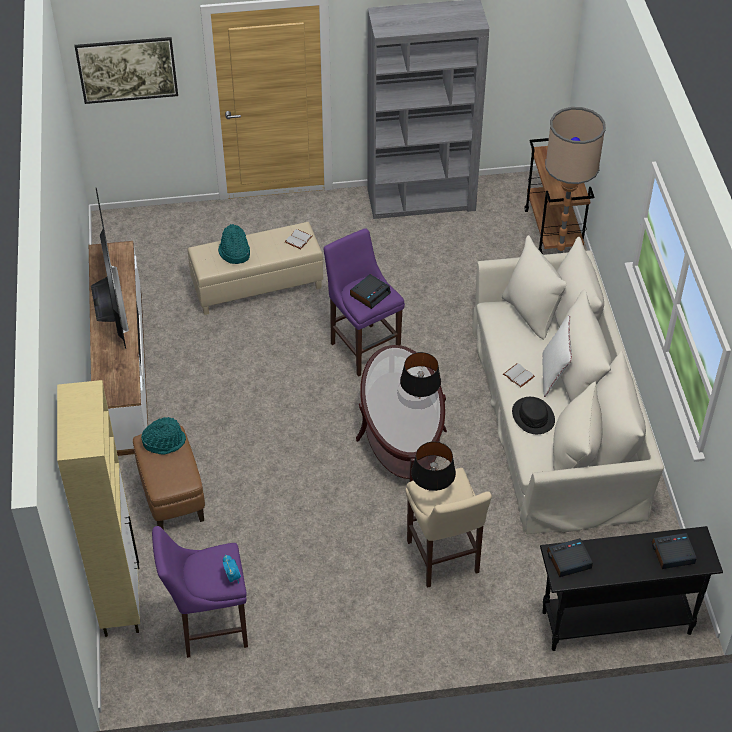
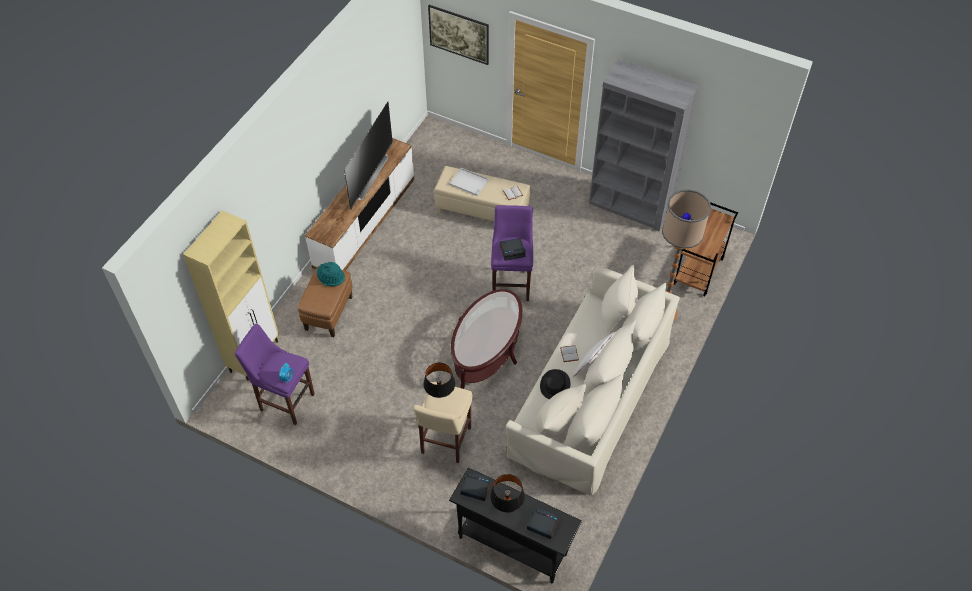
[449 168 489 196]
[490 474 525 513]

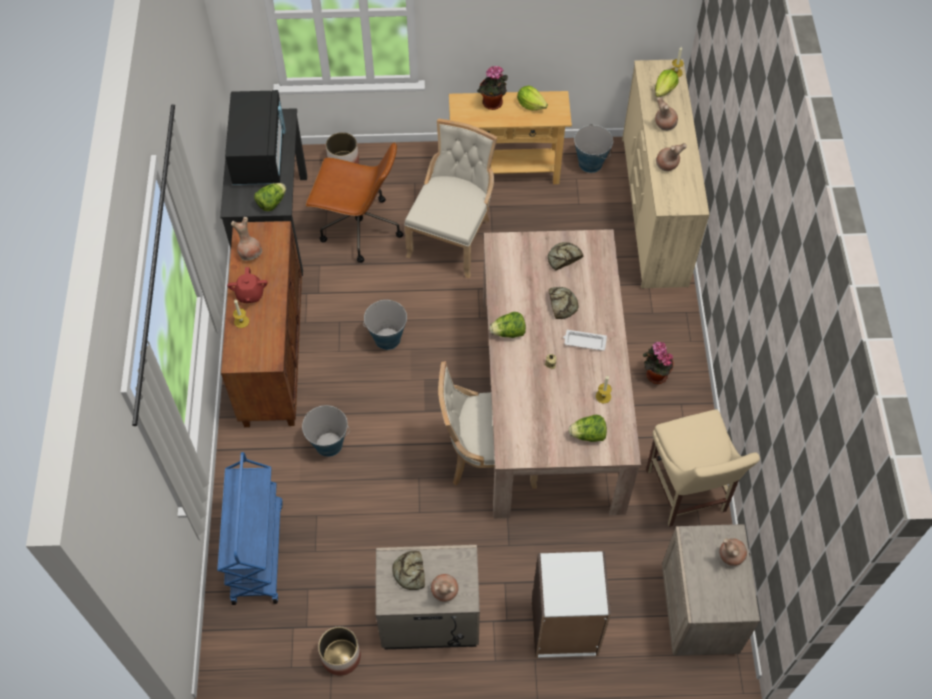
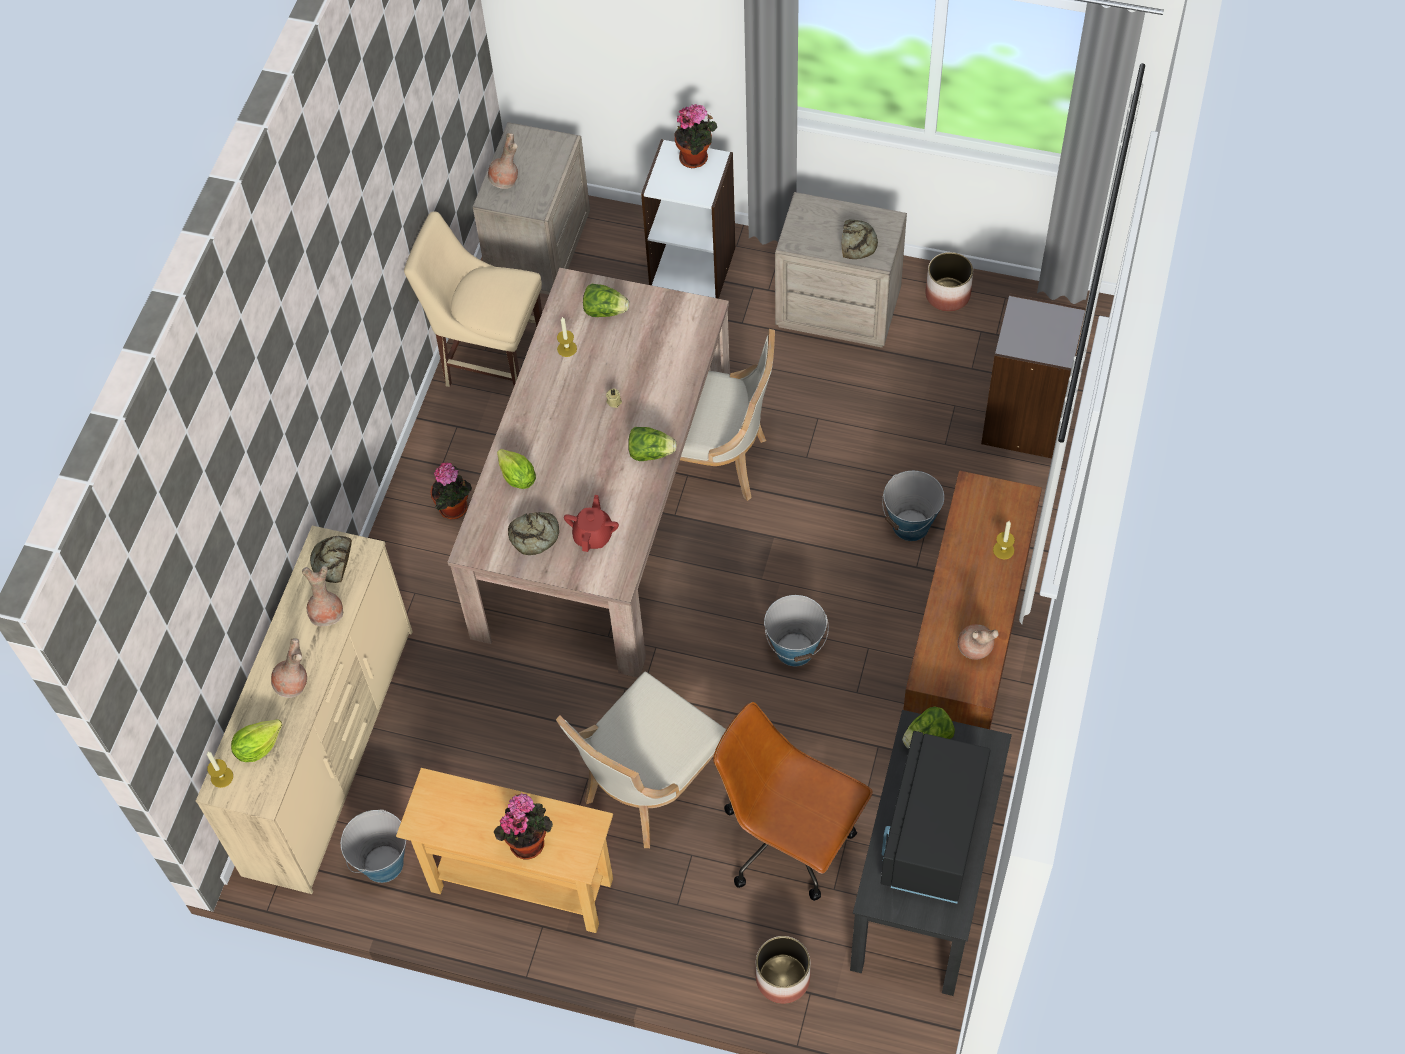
[981 294 1086 458]
[564 495 619 552]
[431 574 458 602] (first image)
[497 449 536 489]
[310 536 352 583]
[563 330 607 351] (first image)
[404 211 542 387]
[674 104 717 168]

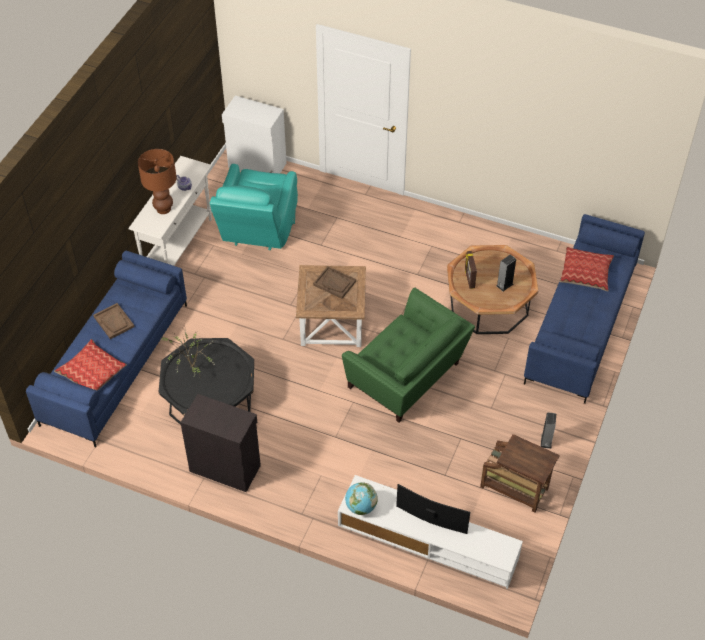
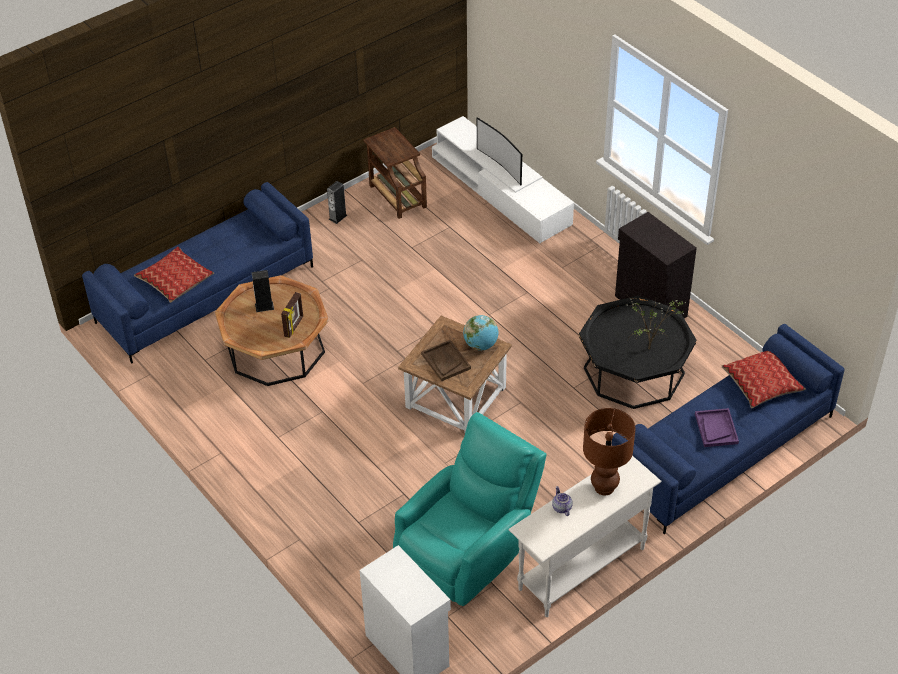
[695 408 739 447]
[342 288 475 422] (first image)
[463 315 498 350]

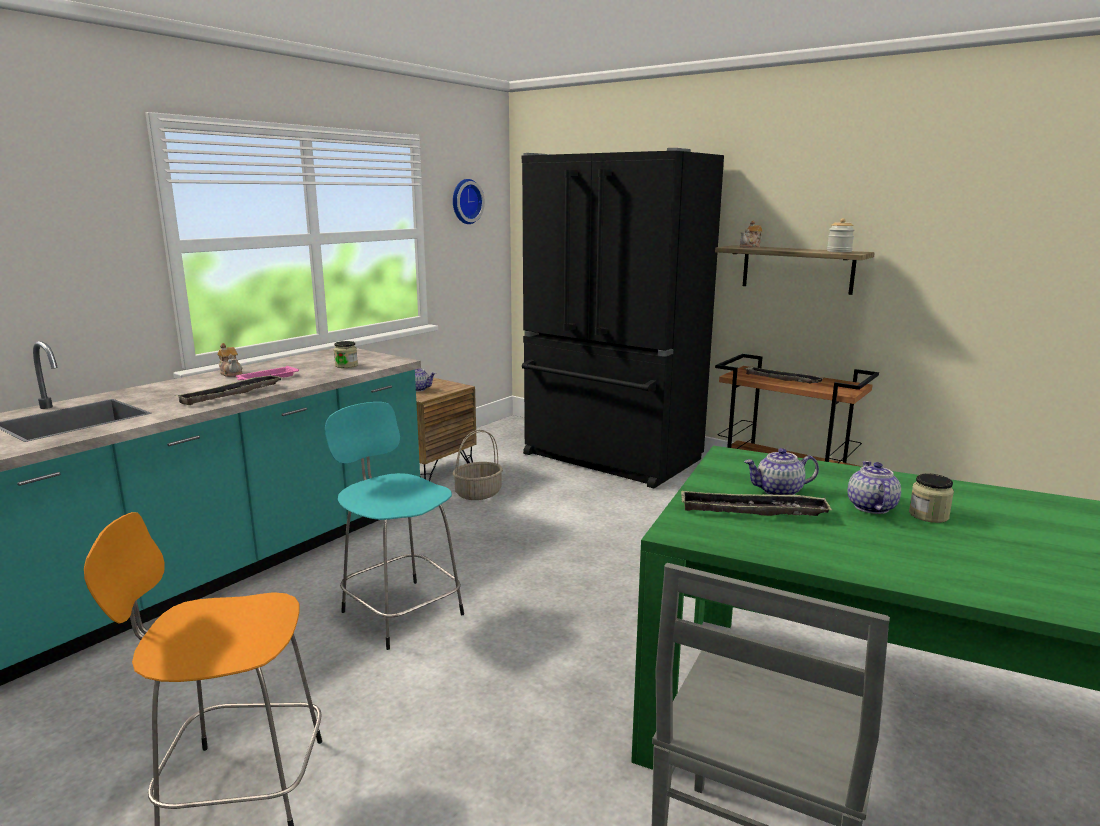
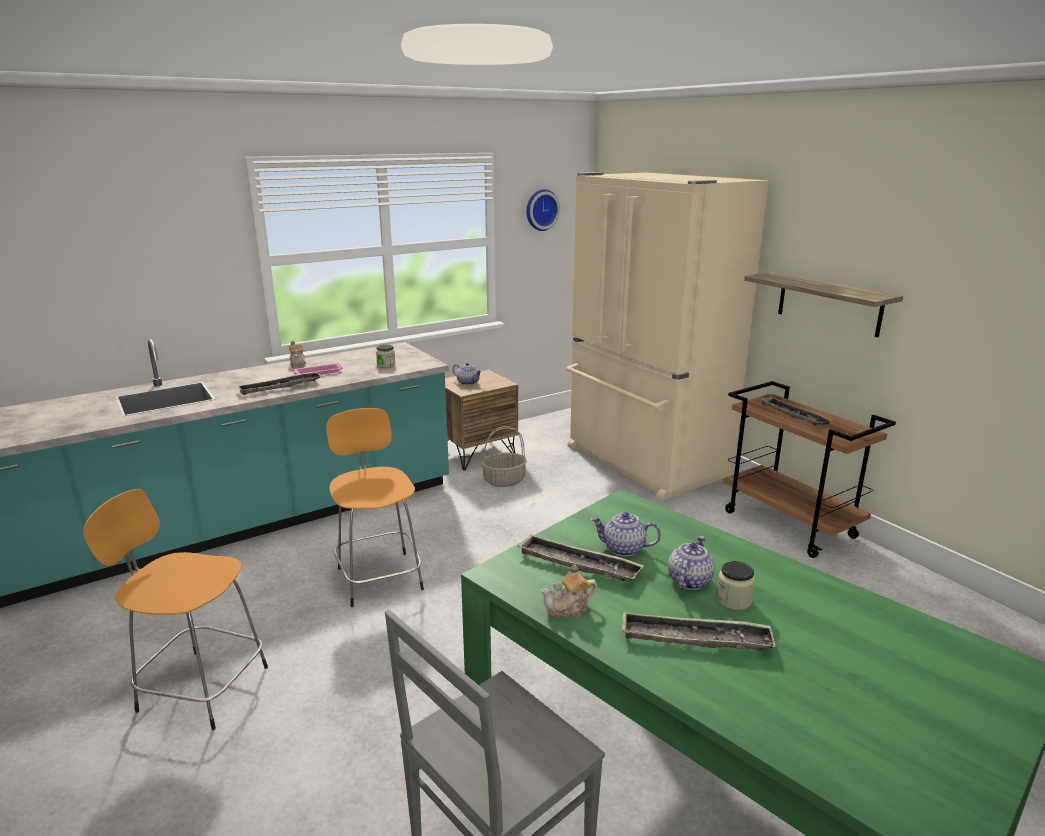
[326 408 424 607]
[566 172 769 500]
[541 564 597 618]
[827 218 855 252] (first image)
[622 611 776 650]

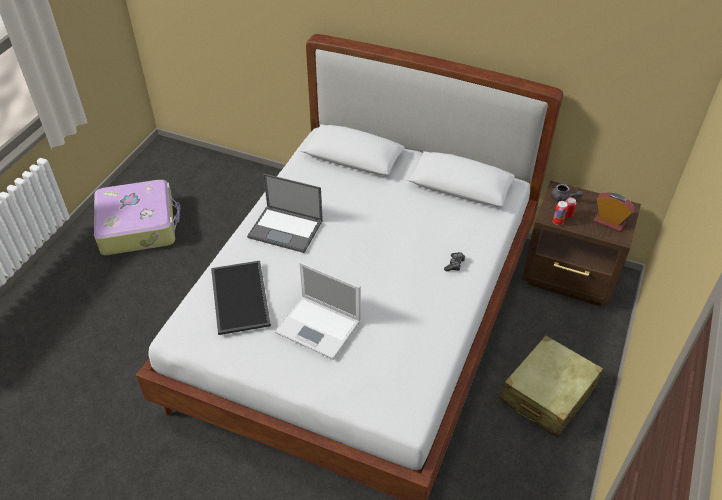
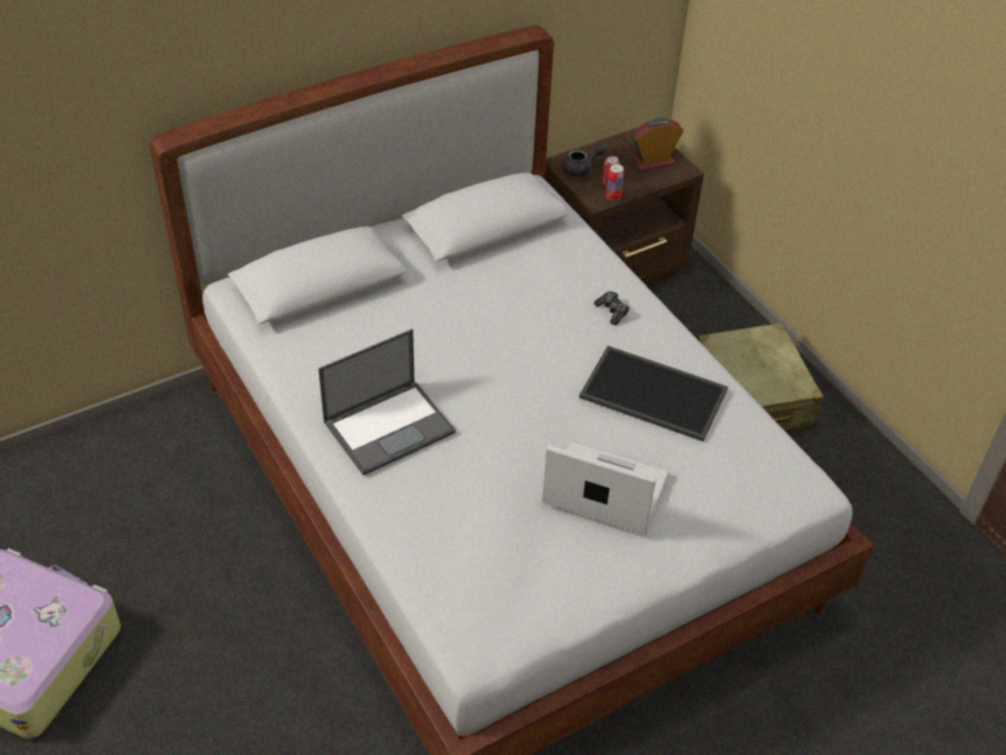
[579 346 728 441]
[542 441 669 535]

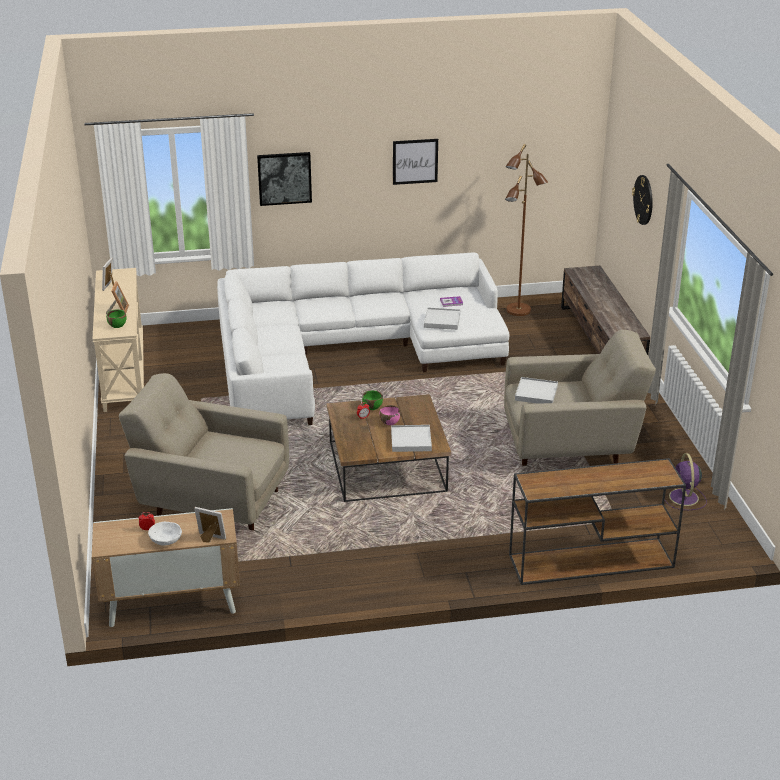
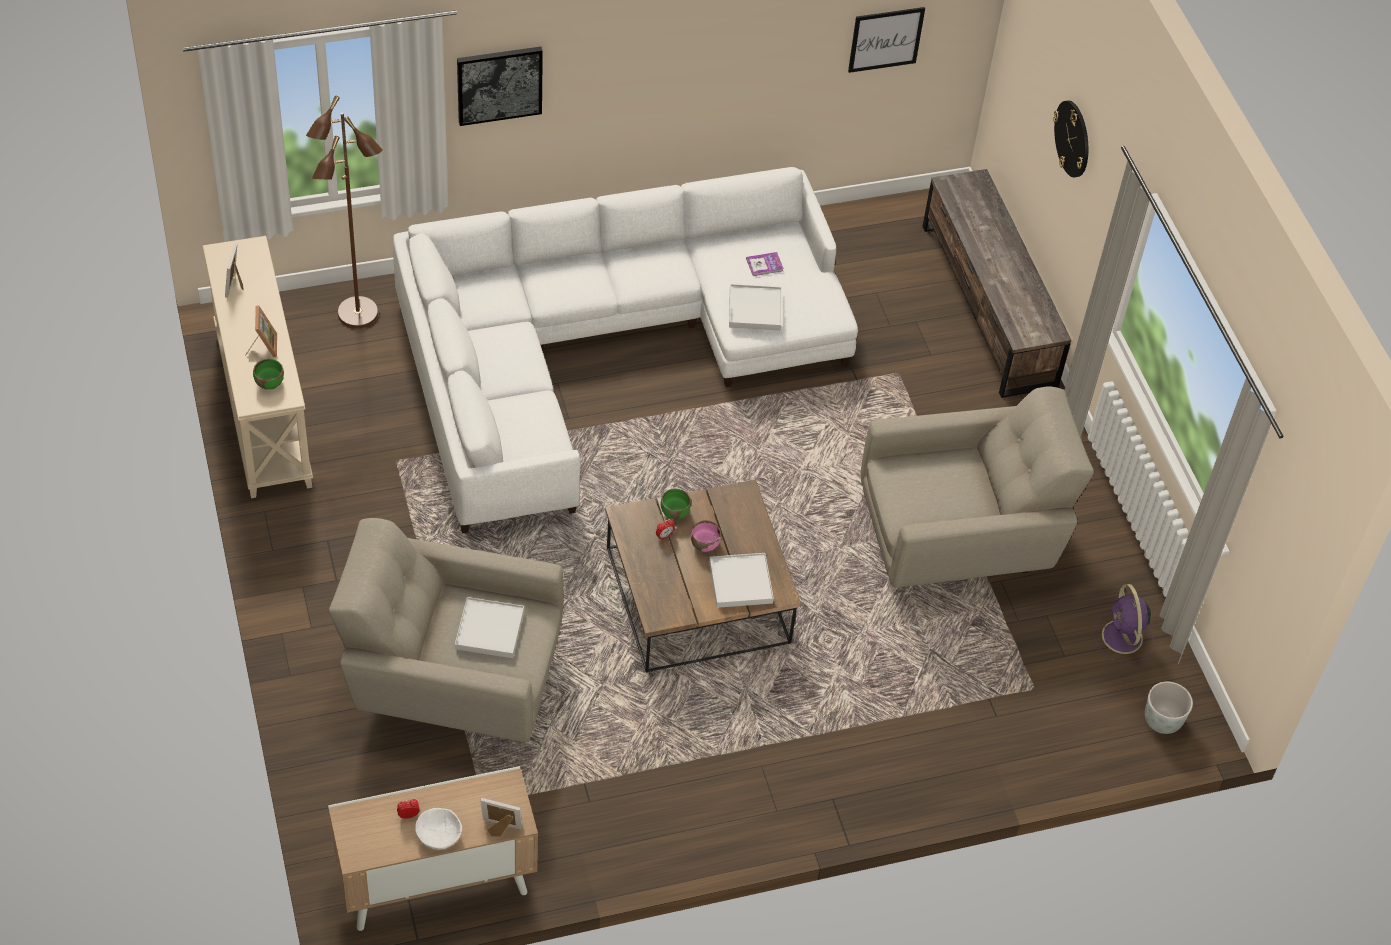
[848 7 925 73]
[306 95 383 328]
[509 458 686 585] (first image)
[455 597 524 658]
[1145 682 1193 734]

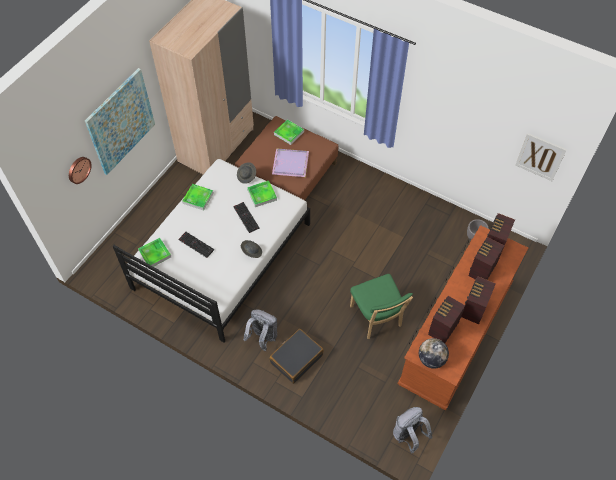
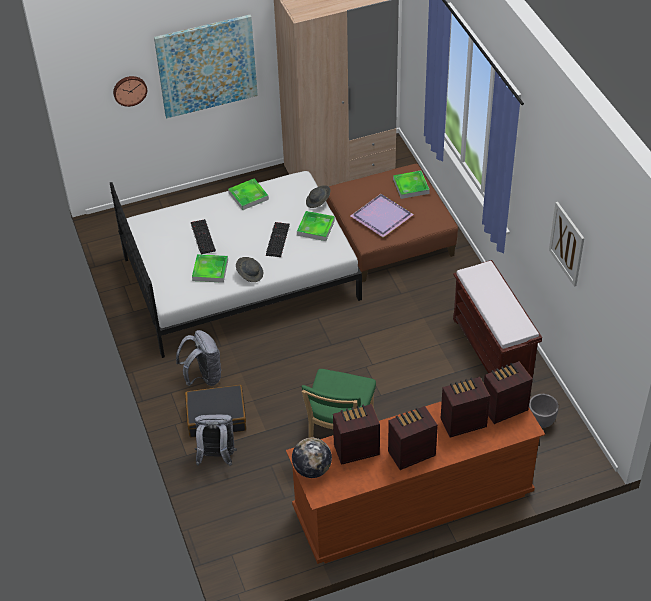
[192 254 228 283]
[194 414 237 466]
[549 202 584 287]
[453 260 542 379]

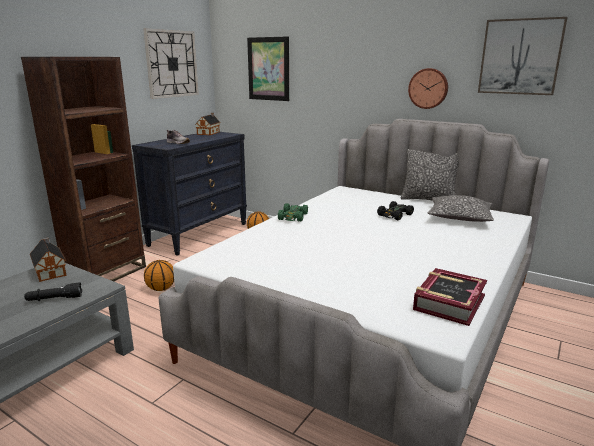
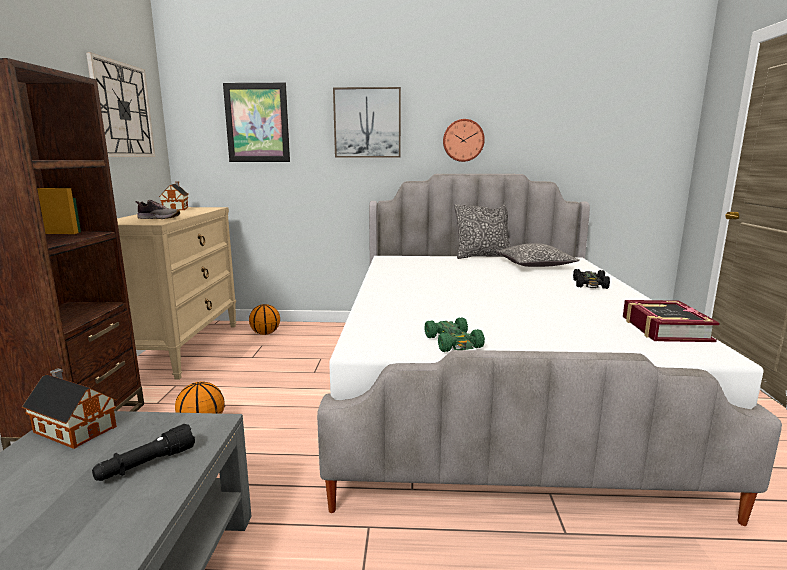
[117 207 237 380]
[424 317 485 352]
[573 269 610 289]
[333 87 401 157]

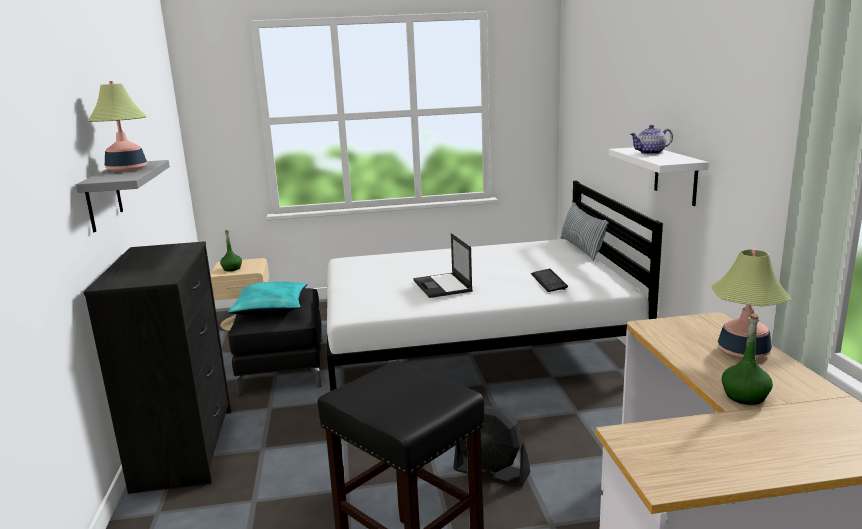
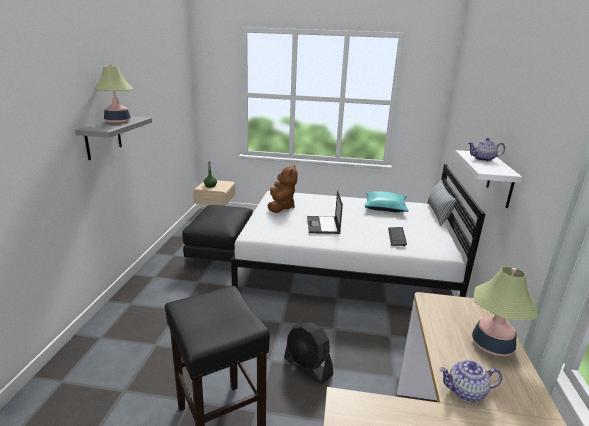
[84 241 231 494] (first image)
[364 191 409 212]
[440 360 502 402]
[268 165 298 213]

